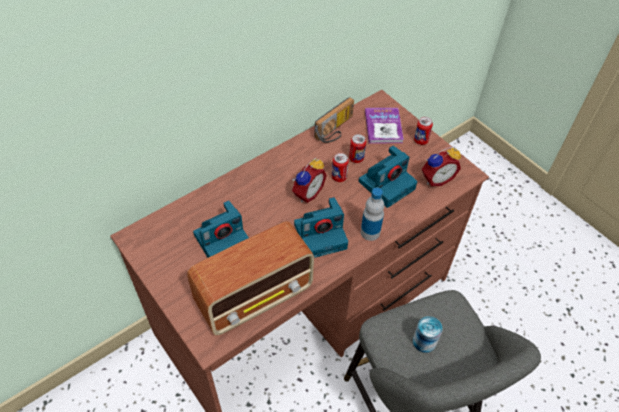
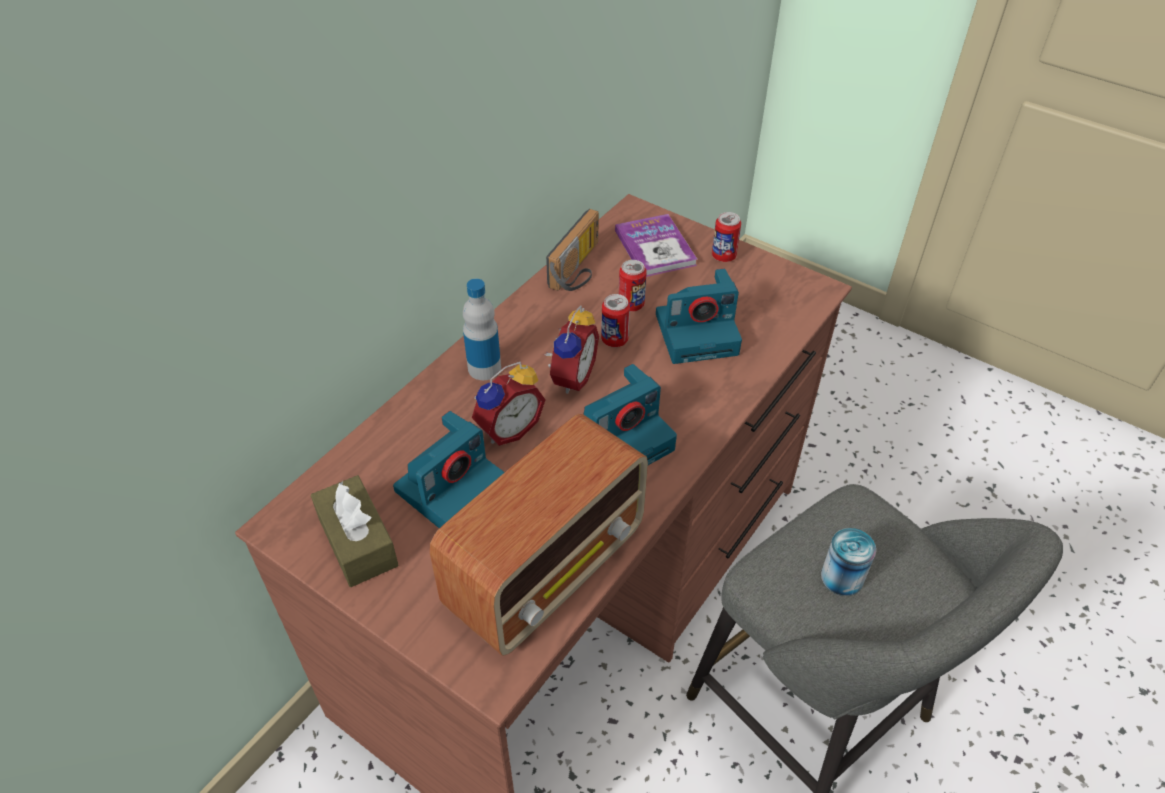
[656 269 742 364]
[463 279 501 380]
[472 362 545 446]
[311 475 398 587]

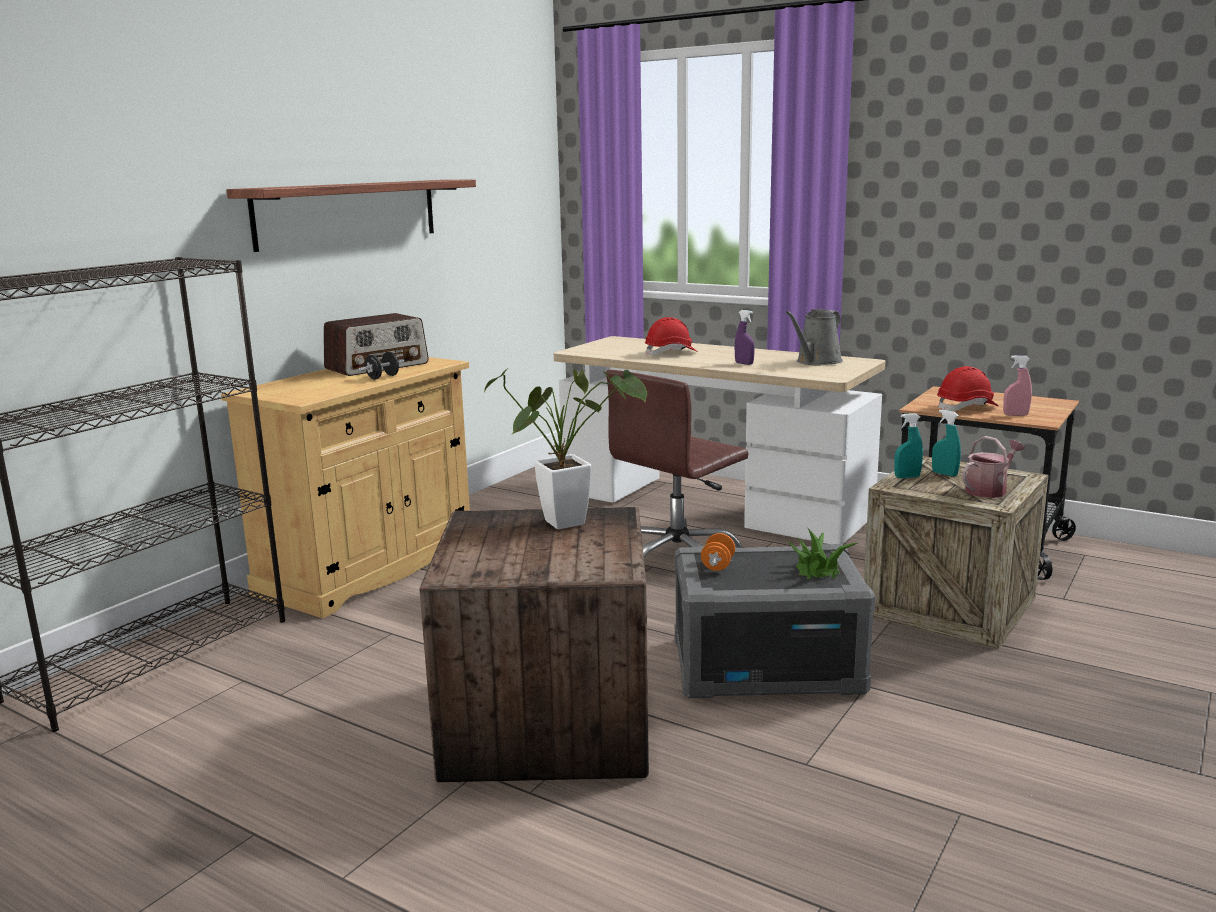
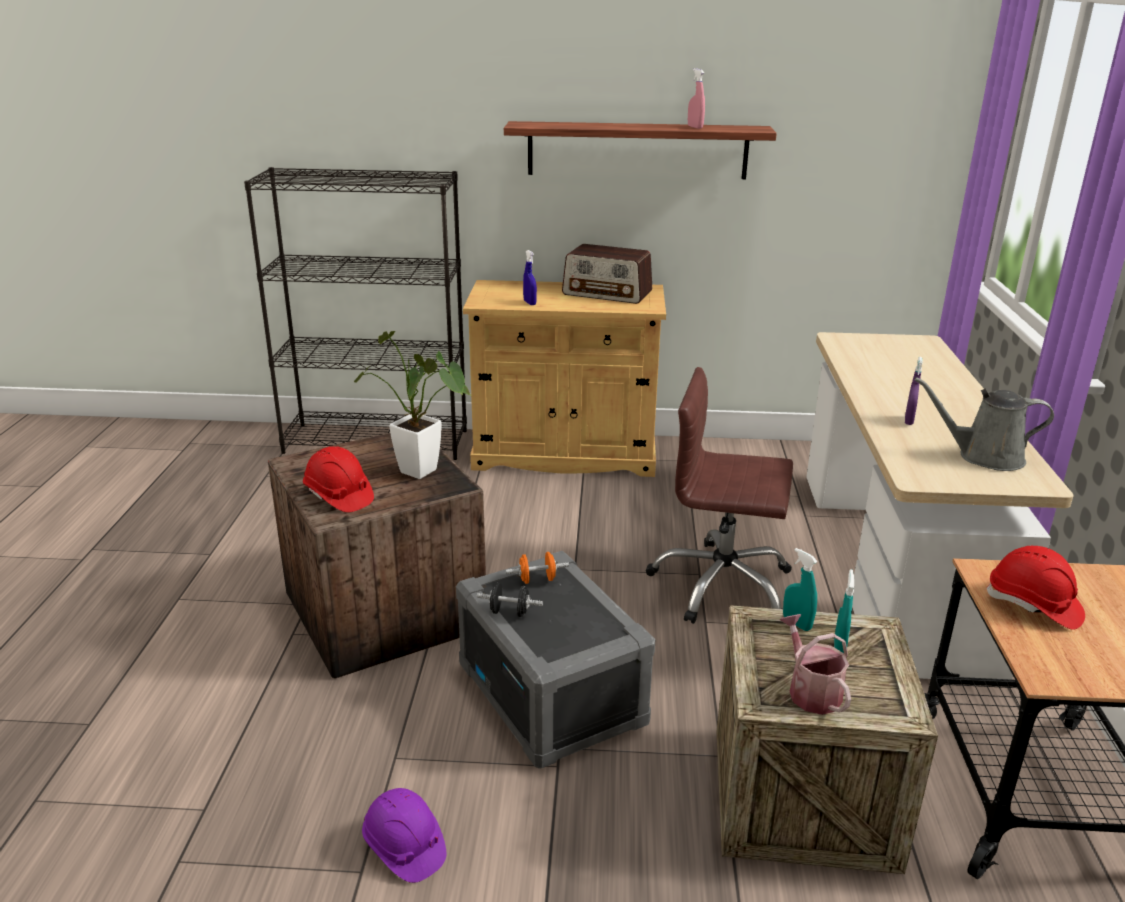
[477 583 543 617]
[303 446 374 512]
[787 529 858 579] (first image)
[780 614 851 715]
[688 68 705 129]
[362 788 446 883]
[523 250 537 305]

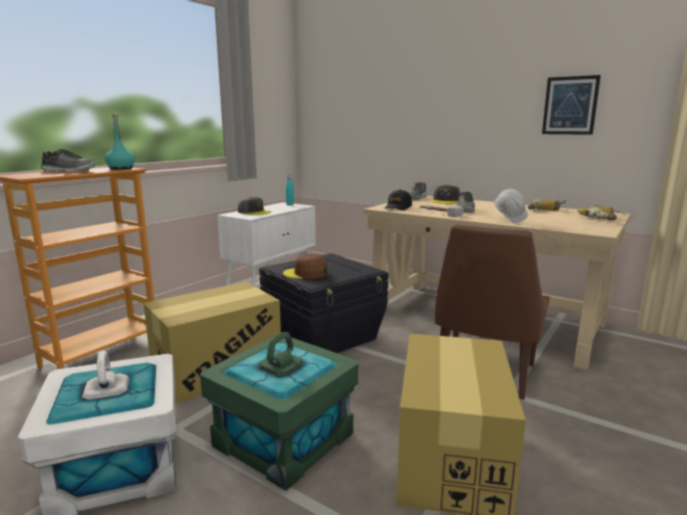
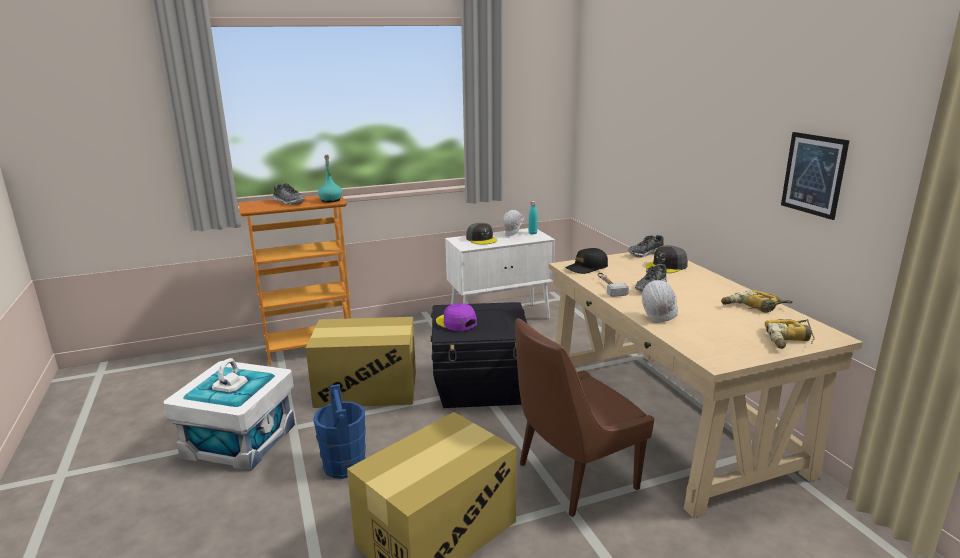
[313 384 366 479]
[436 303 477 331]
[503 210 524 236]

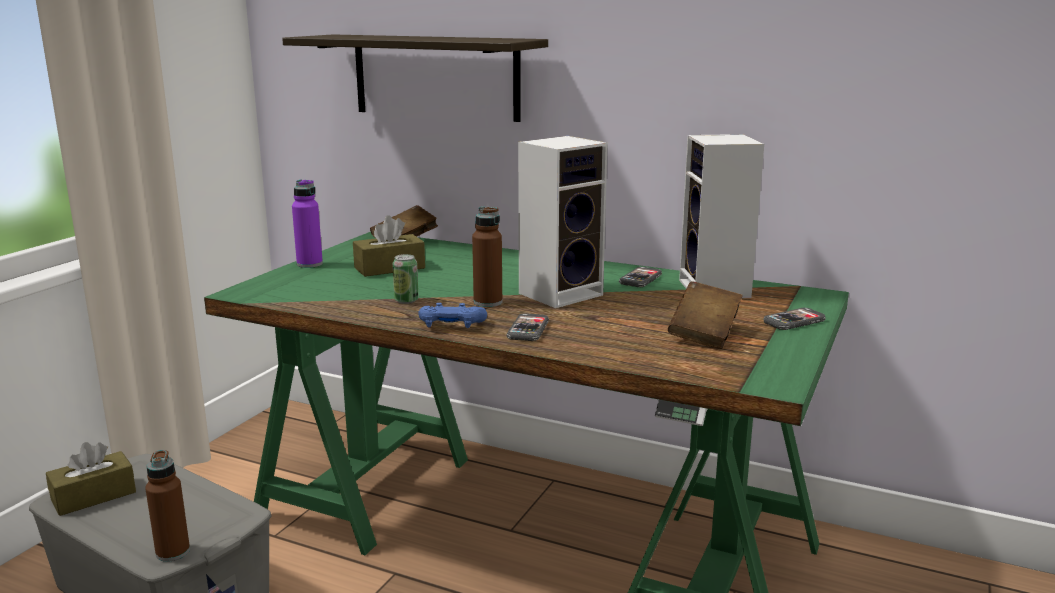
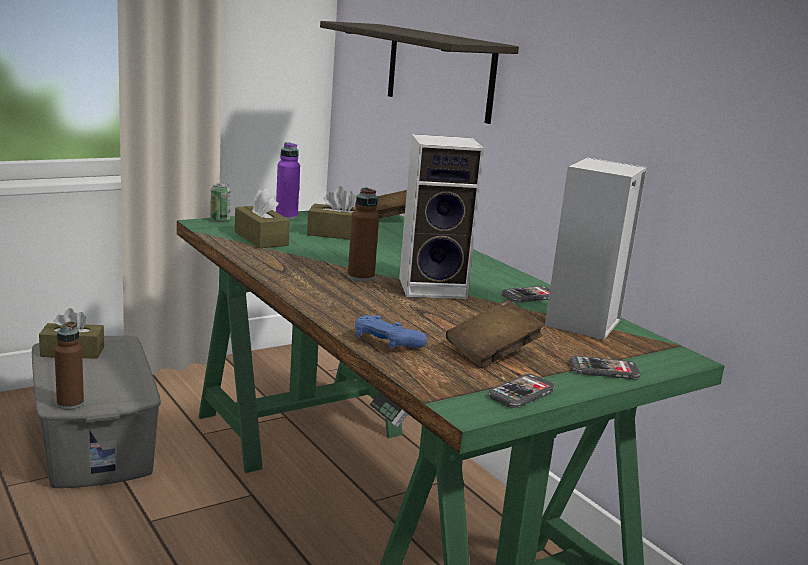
[210 183 231 222]
[355 315 427 349]
[488 374 555 408]
[235 188 290 248]

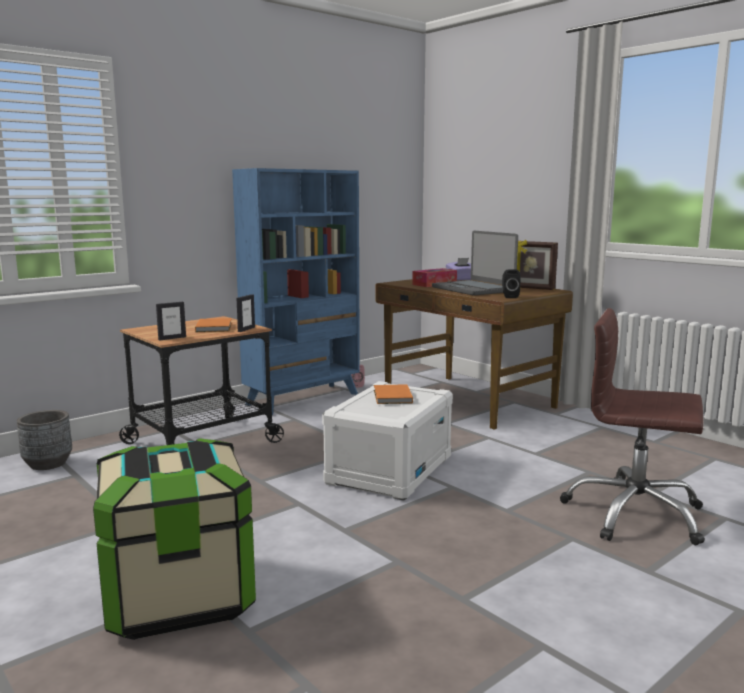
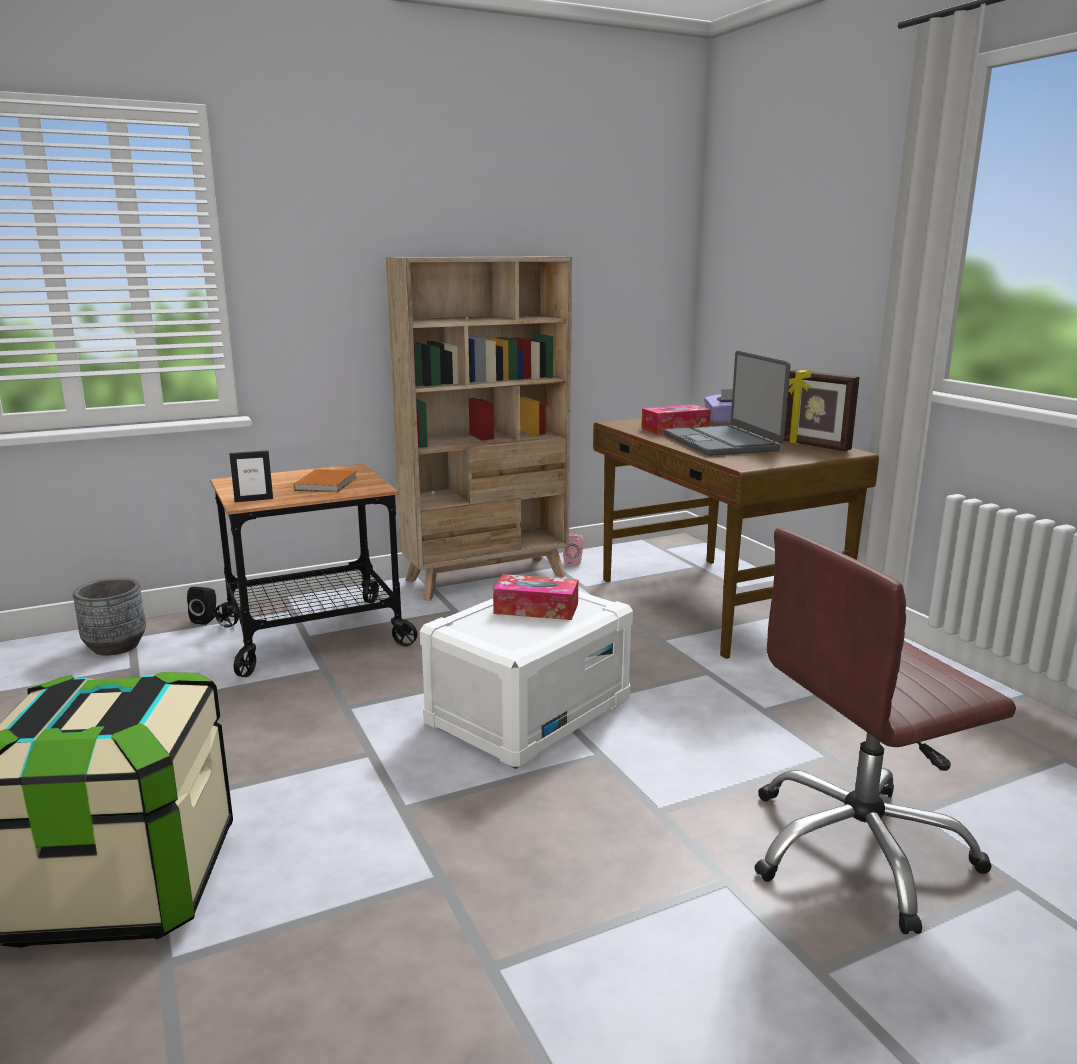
[386 257 572 601]
[236 294 255 332] (first image)
[493 574 578 620]
[187 587 216 625]
[754 528 1016 934]

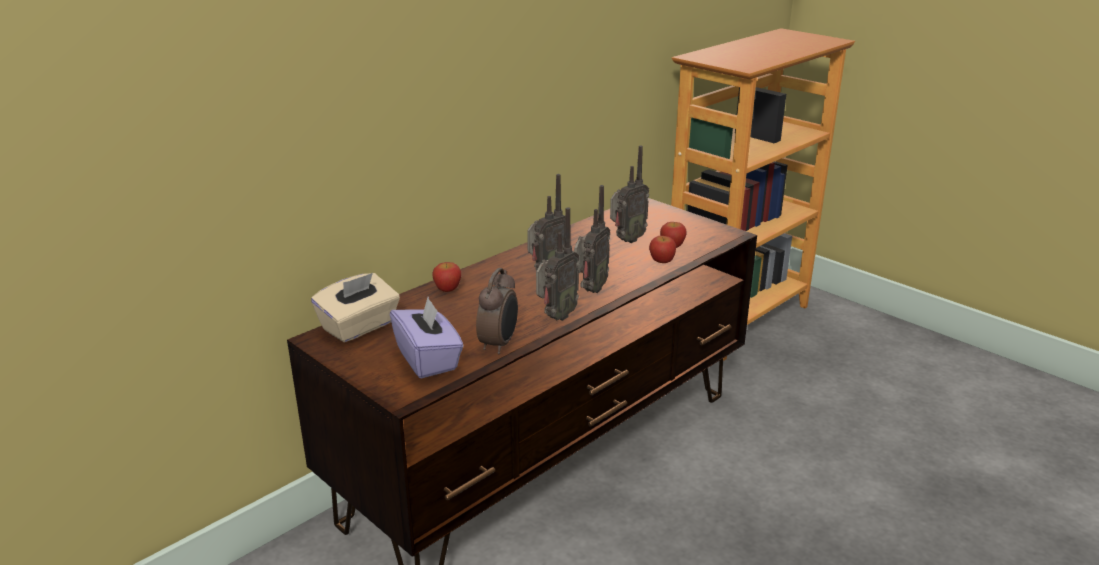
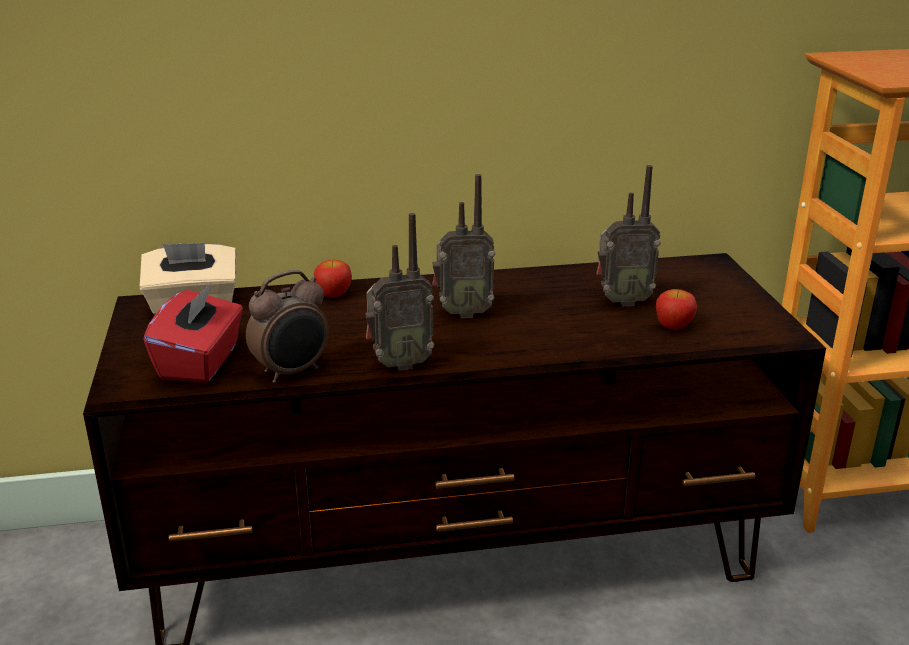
[143 282 243 383]
[574 185 610 293] (first image)
[649 236 676 263] (first image)

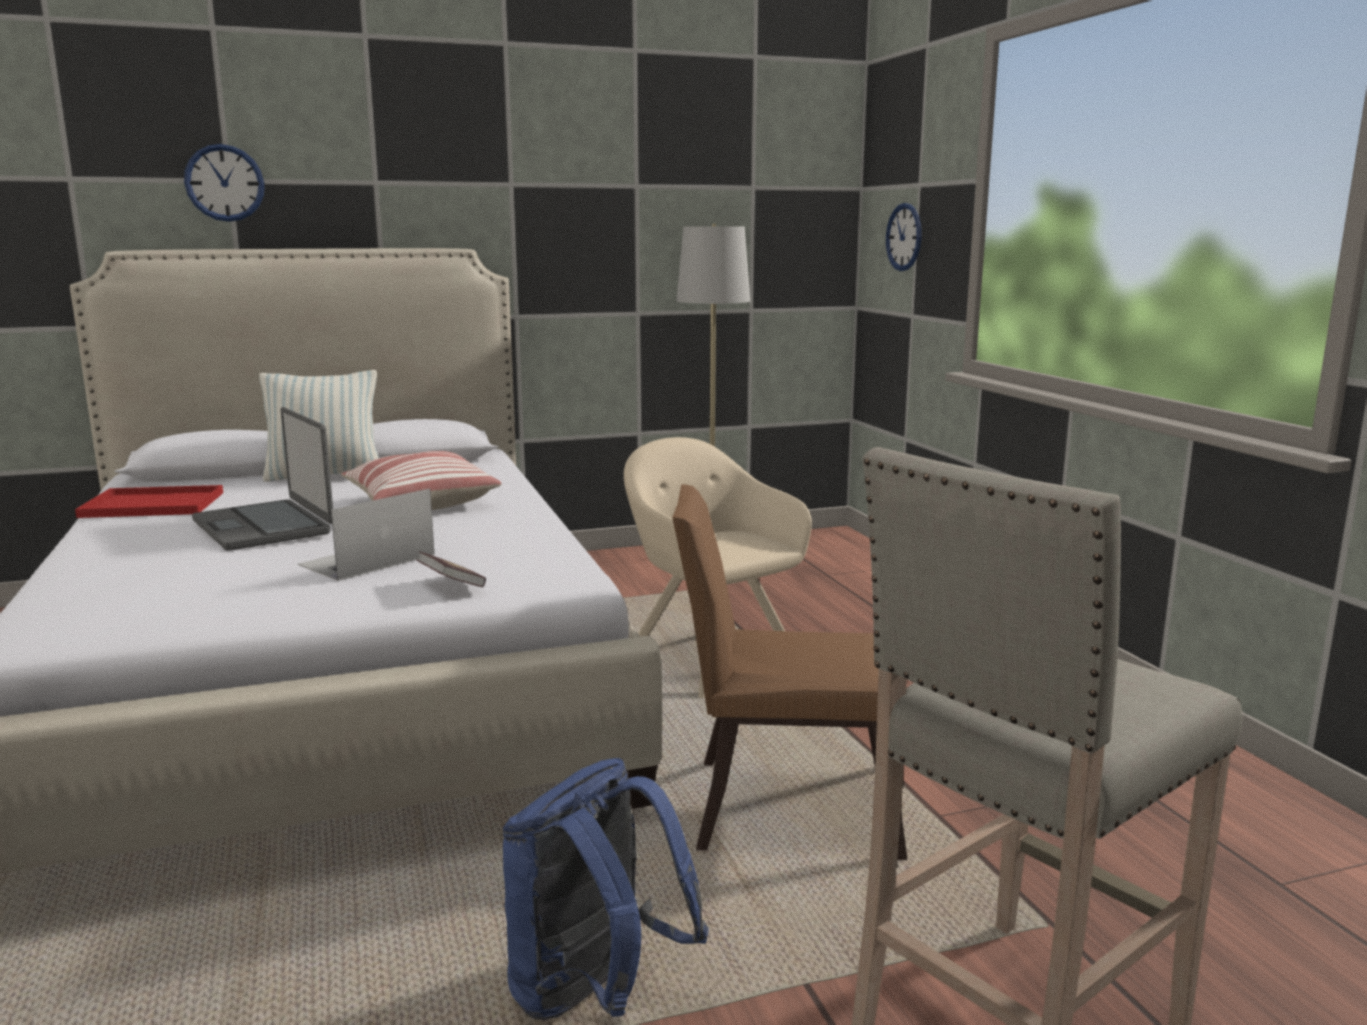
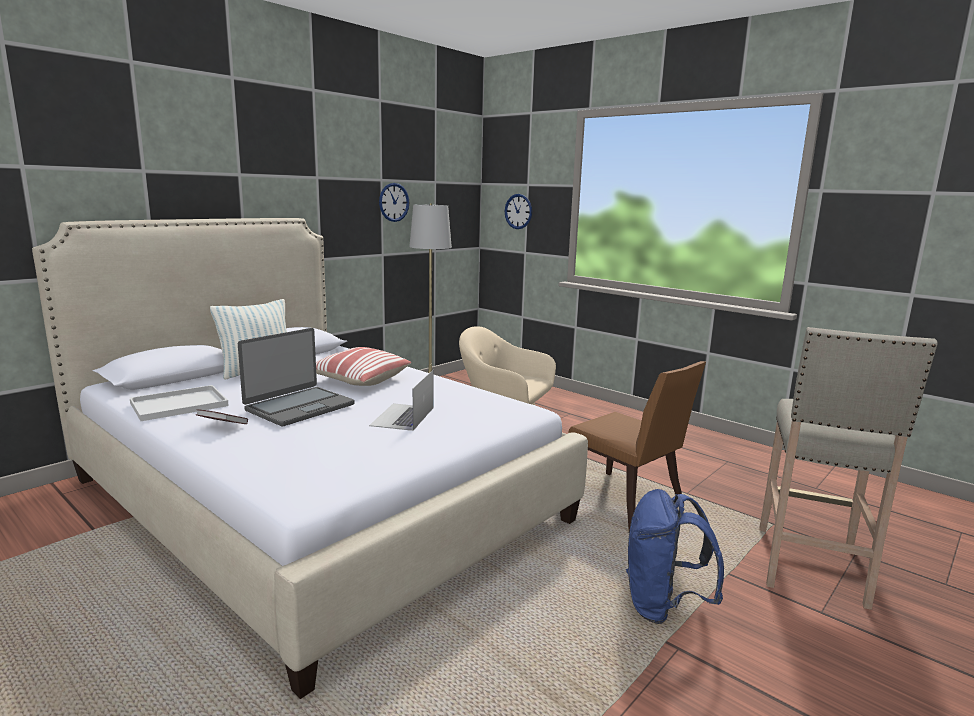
[130 385 229 421]
[379 183 409 222]
[238 328 355 426]
[197 409 248 424]
[568 361 706 531]

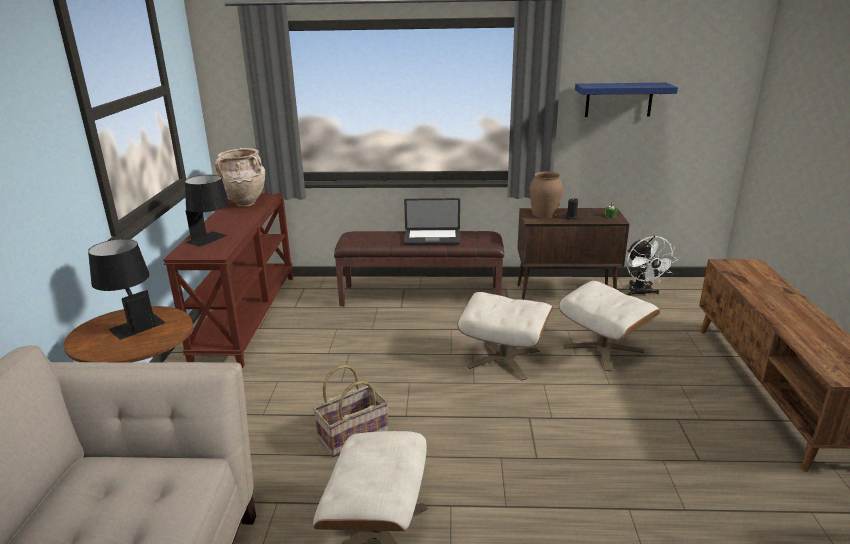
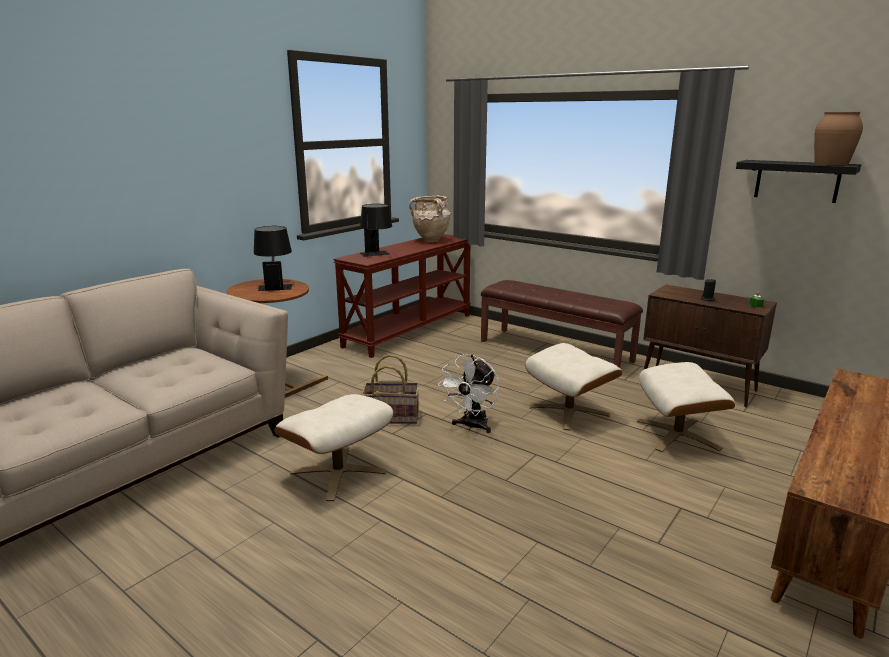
[404 198 461 245] (first image)
[814 112 863 165]
[736 160 861 203]
[438 354 500 433]

